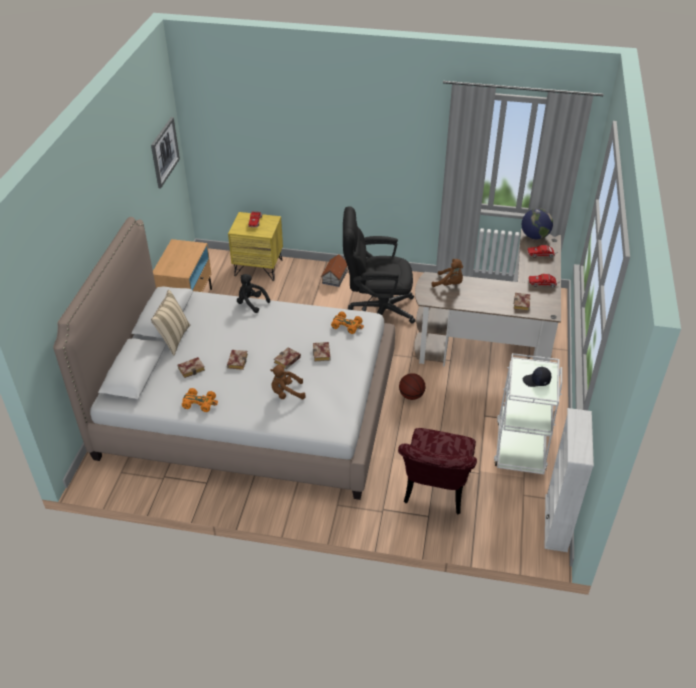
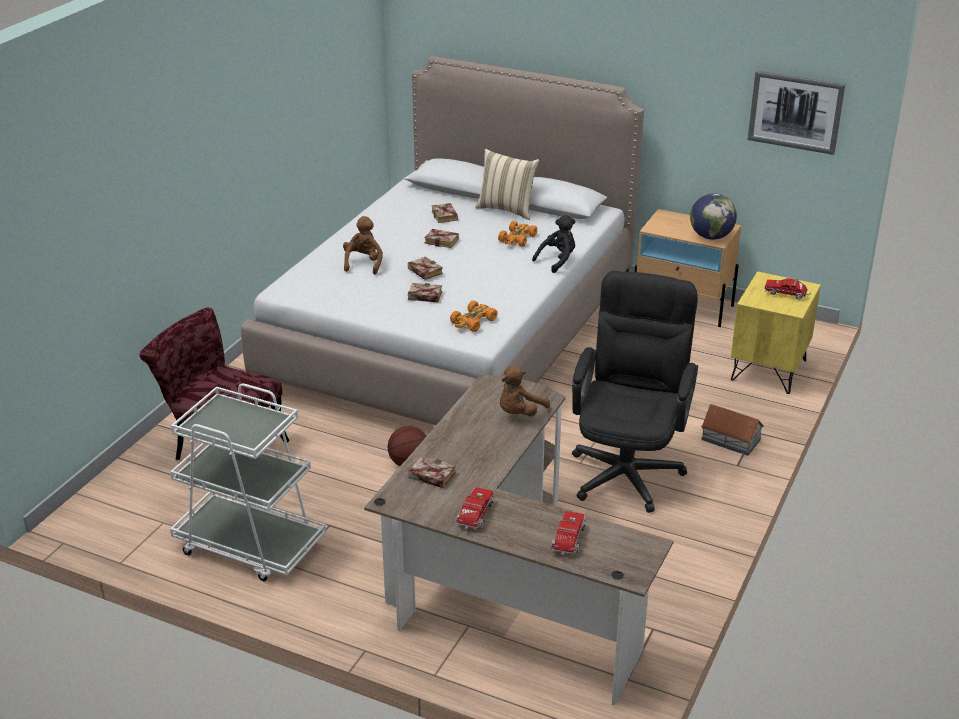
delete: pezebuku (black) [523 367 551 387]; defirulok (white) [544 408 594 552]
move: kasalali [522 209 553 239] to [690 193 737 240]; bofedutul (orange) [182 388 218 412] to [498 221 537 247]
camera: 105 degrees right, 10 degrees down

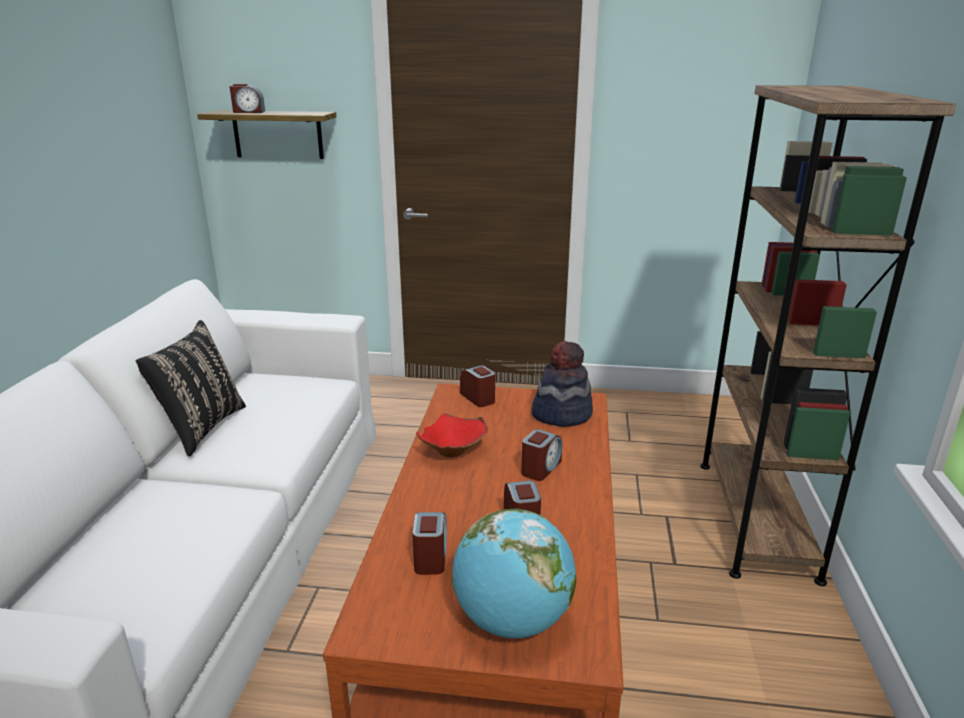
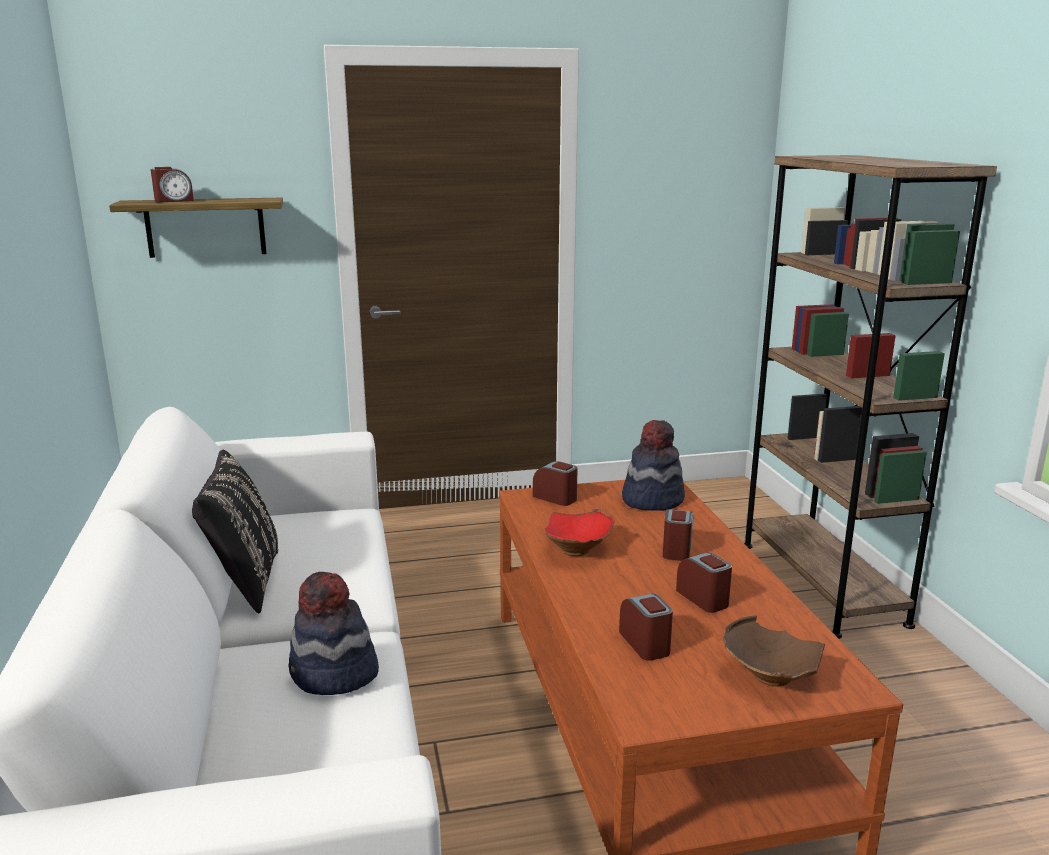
insert: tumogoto [289 572 379 695]
replace: kasalali [452 509 576 639] to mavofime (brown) [723 615 825 687]
camera: 20 degrees left, 5 degrees down

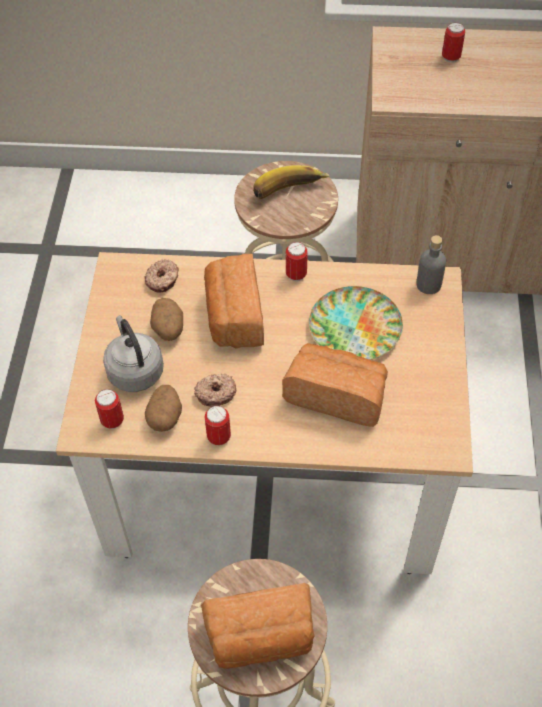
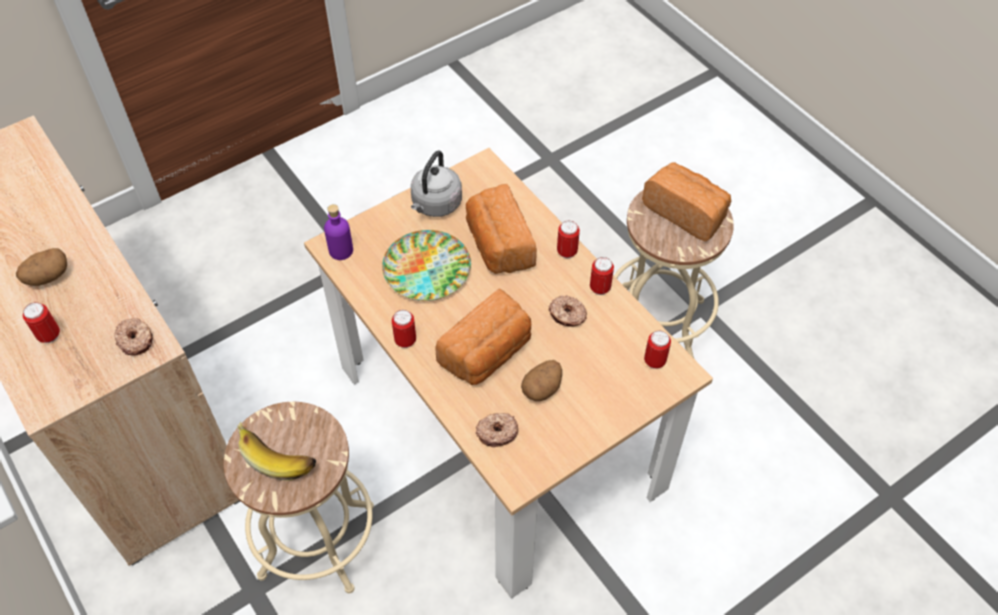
insert: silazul [557 221 580 258]; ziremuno [115 318 153 356]
move: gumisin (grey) [103 315 164 392] to [411 150 462 217]; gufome [145 385 182 432] to [16 248 67 286]
recolor: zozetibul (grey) [416 235 446 294] to zozetibul (purple) [324 204 353 260]
camera: 130 degrees left, 0 degrees up

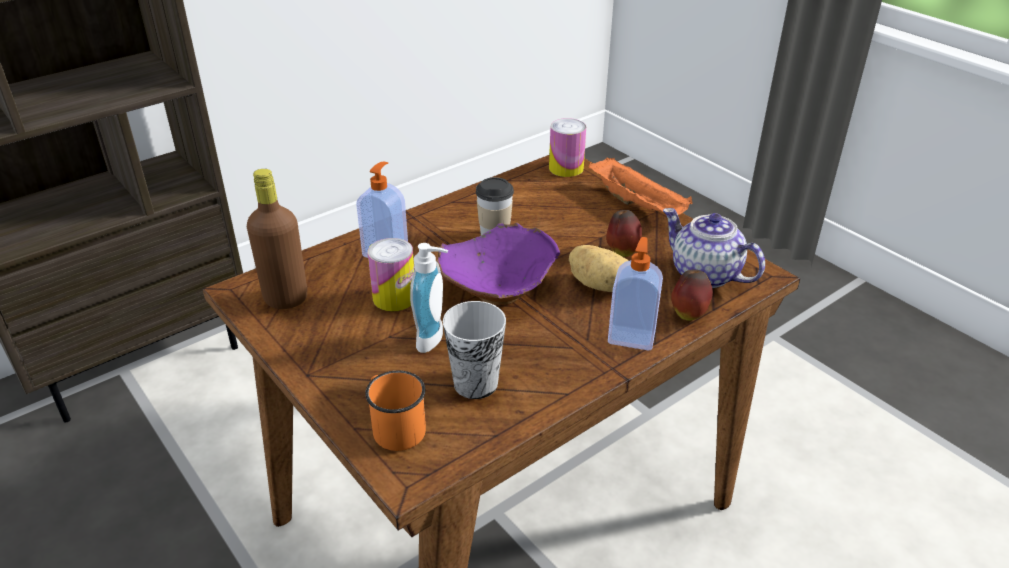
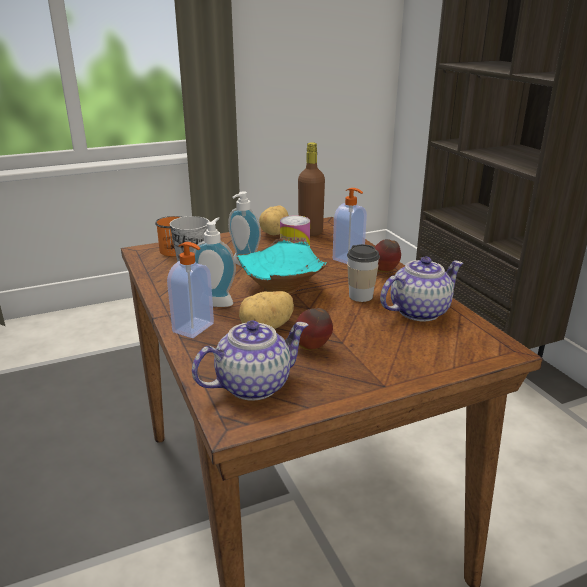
delete: silazul [549 118 586 177]; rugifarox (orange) [589 157 693 215]
insert: gufome [259 205 289 235]; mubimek [193 218 236 307]; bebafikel [380 257 463 321]
move: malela [671 270 713 321] to [375 239 401 272]
recolor: mavofime (purple) [436 223 560 305] to mavofime (turquoise) [236 238 327 294]
camera: 105 degrees right, 10 degrees down

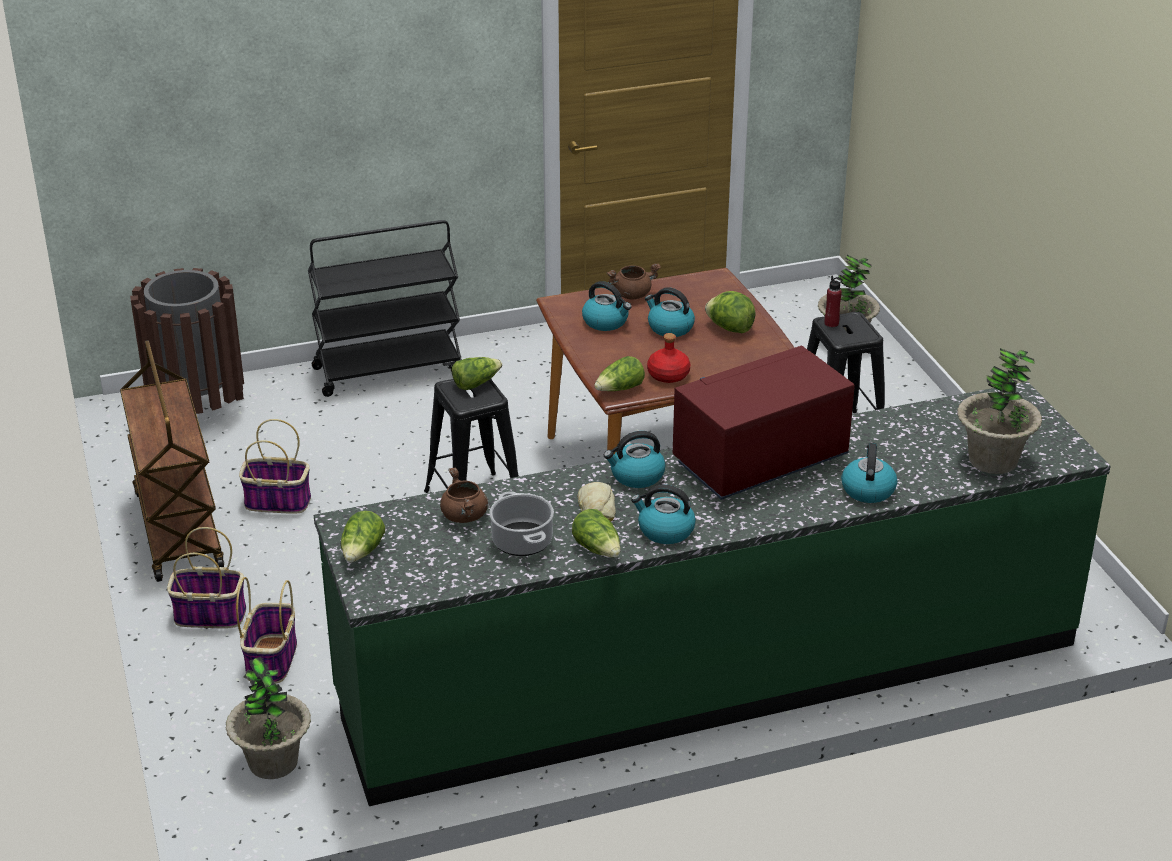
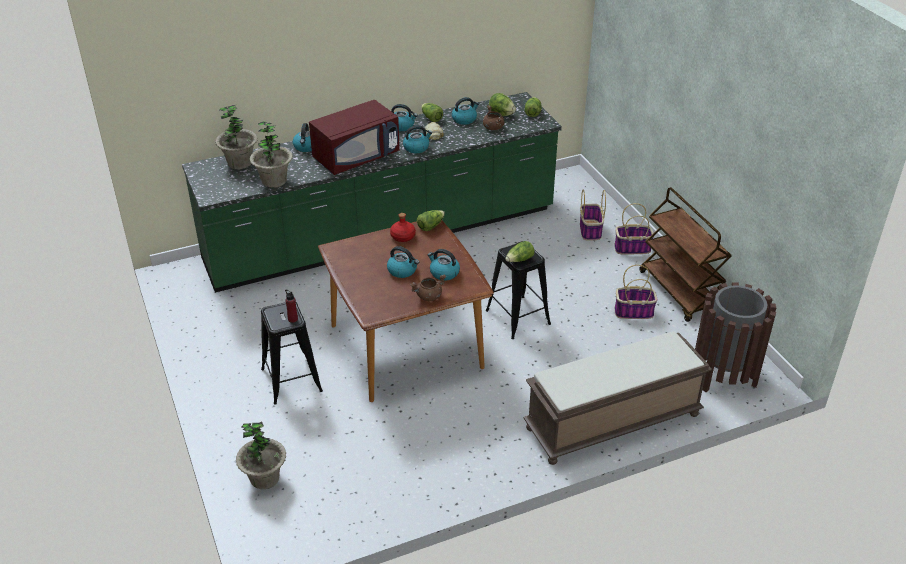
move: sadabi [705 291 756 333] to [489 93 516 116]; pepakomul [226 657 311 779] to [250 121 293 188]
replace: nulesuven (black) [308 220 462 397] to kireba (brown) [523 331 712 465]; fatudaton [489 492 554 556] to gumisin [452 97 479 125]
camera: 175 degrees right, 5 degrees up

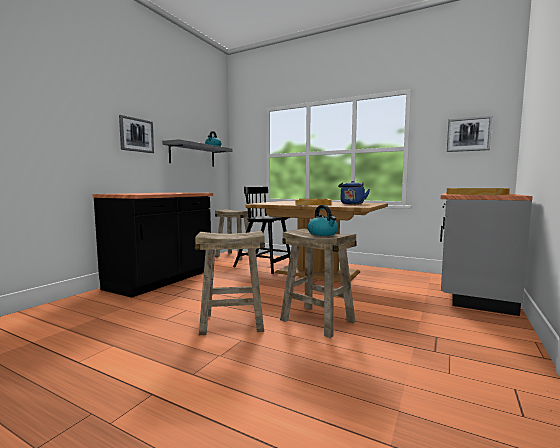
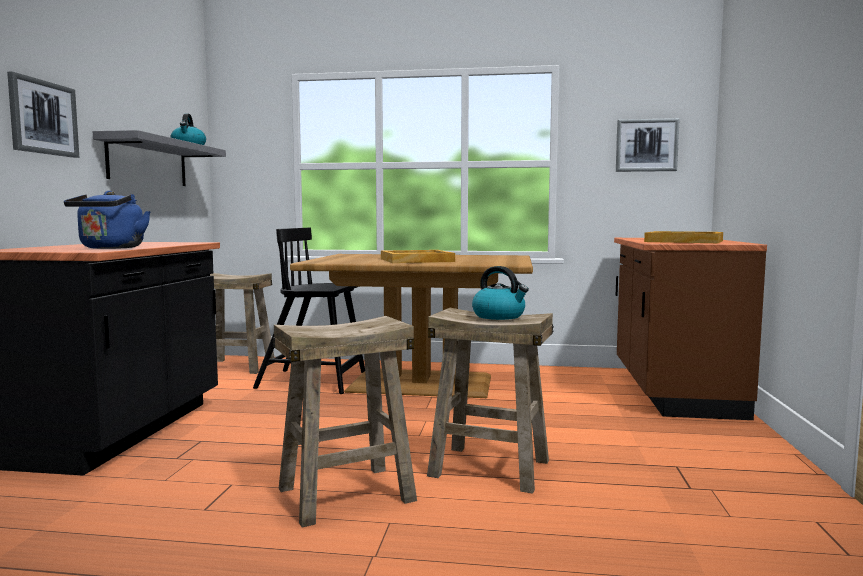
move: gumisin (blue) [338 181 370 204] to [64 191 151 249]
recolor: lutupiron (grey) [440 193 533 316] to lutupiron (brown) [614 238 767 420]
camera: 20 degrees left, 0 degrees up

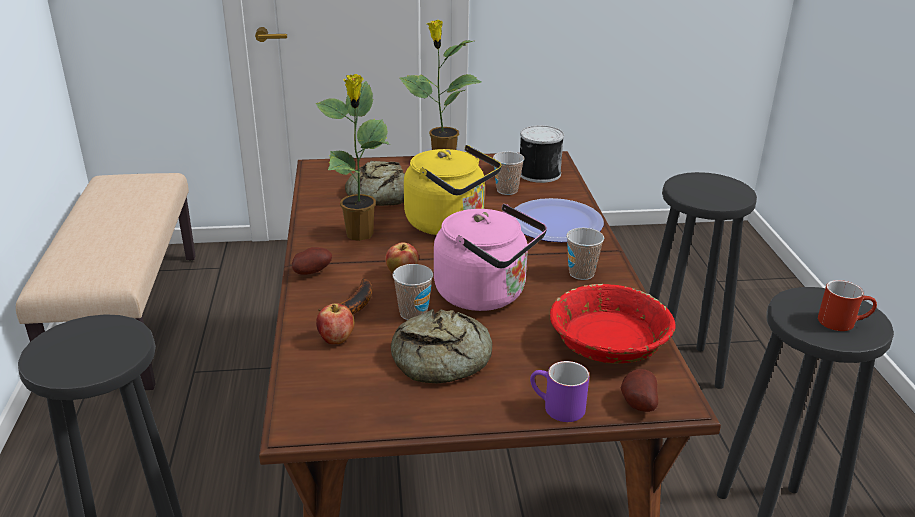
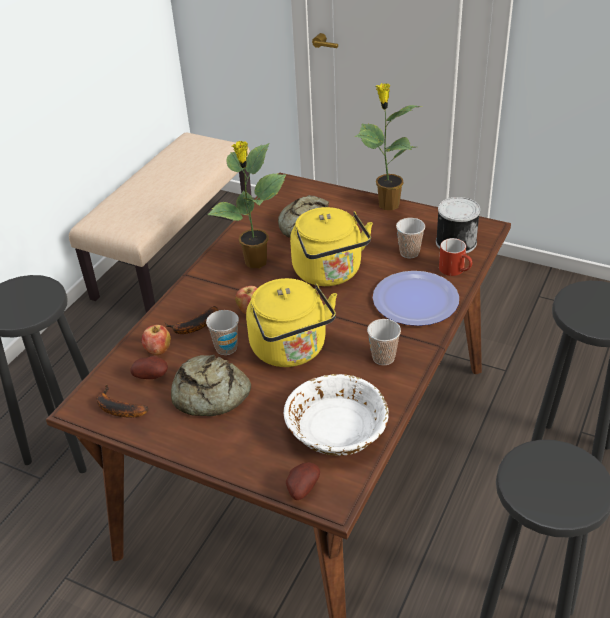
delete: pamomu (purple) [530 361 589 422]
insert: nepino [97 385 148 418]
move: gufome [292 247 332 275] to [130 356 168 379]; pamomu (red) [818 280 877 331] to [439 238 472 276]
recolor: gumisin (pink) [434 204 547 311] to gumisin (yellow) [246 278 337 367]; mavofime (red) [550 284 676 364] to mavofime (white) [284 374 389 456]
camera: 35 degrees right, 10 degrees up

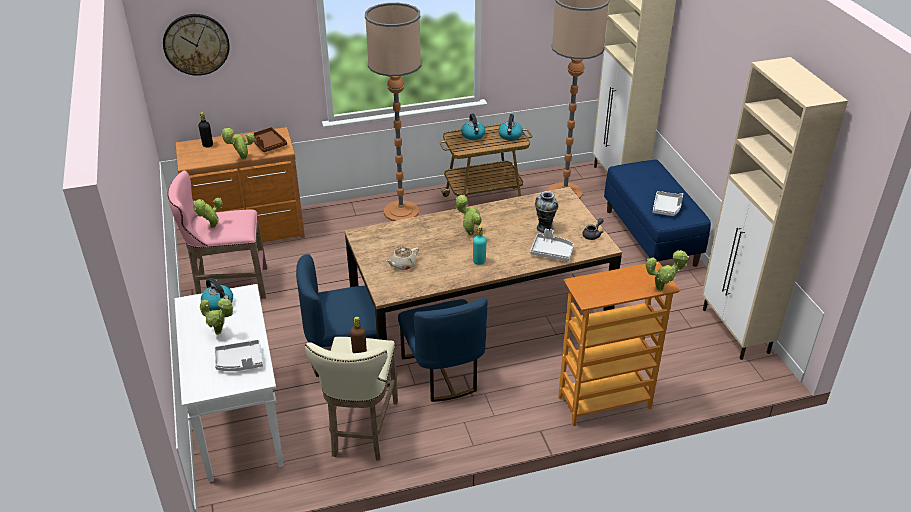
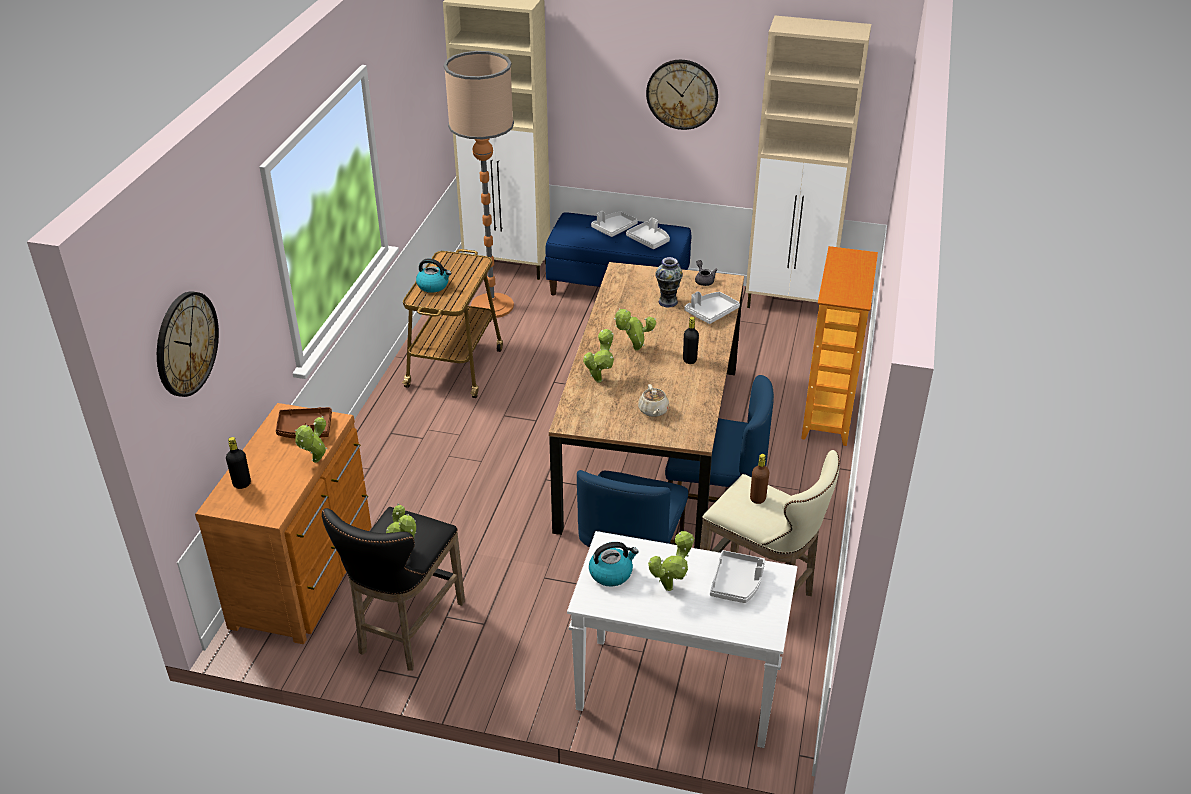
delete: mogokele [365 3 422 221]; gumisin [498 114 523 141]
insert: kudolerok [646 60 718 130]; rugifarox (grey) [591 211 638 237]
move: pepakomul [646 250 689 292] to [583 329 614 382]
recolor: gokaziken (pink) [167 171 267 299] to gokaziken (black) [322 507 465 671]; zozetibul (turquoise) [473 226 487 265] to zozetibul (black) [683 317 699 364]
camera: 60 degrees left, 0 degrees up

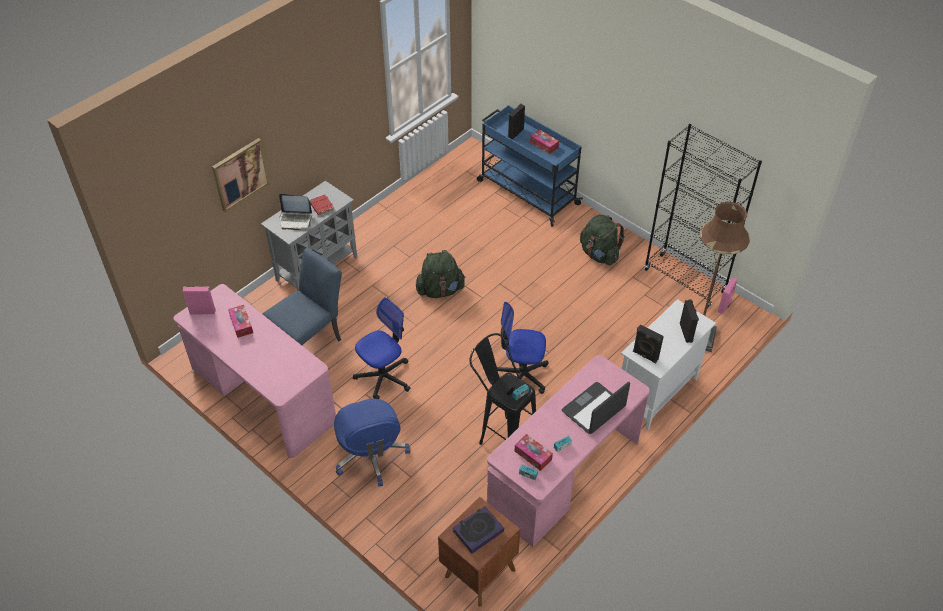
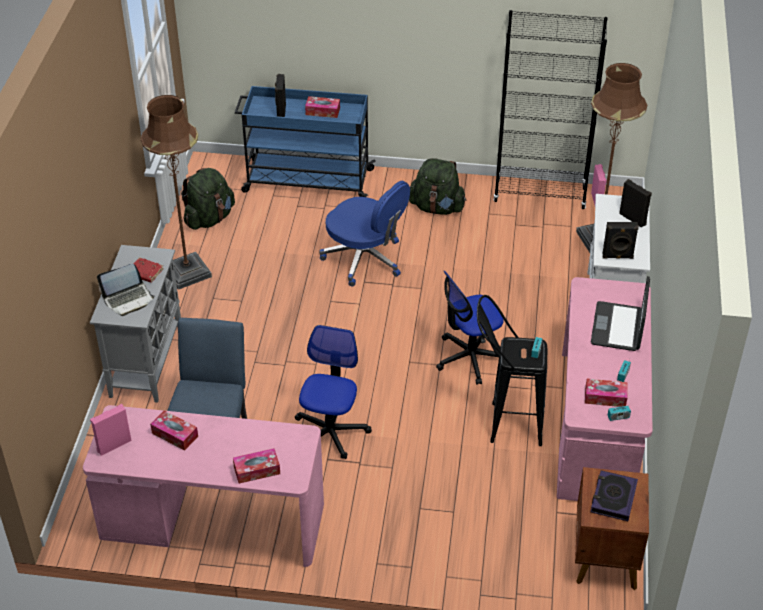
delete: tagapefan [212 138 270 212]
insert: mogokele (brown) [141 95 212 290]; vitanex [233 448 280 484]
move: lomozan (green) [416 250 466 298] to [181 168 235 230]; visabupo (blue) [334 399 410 487] to [319 181 410 286]
camera: 35 degrees left, 5 degrees down

